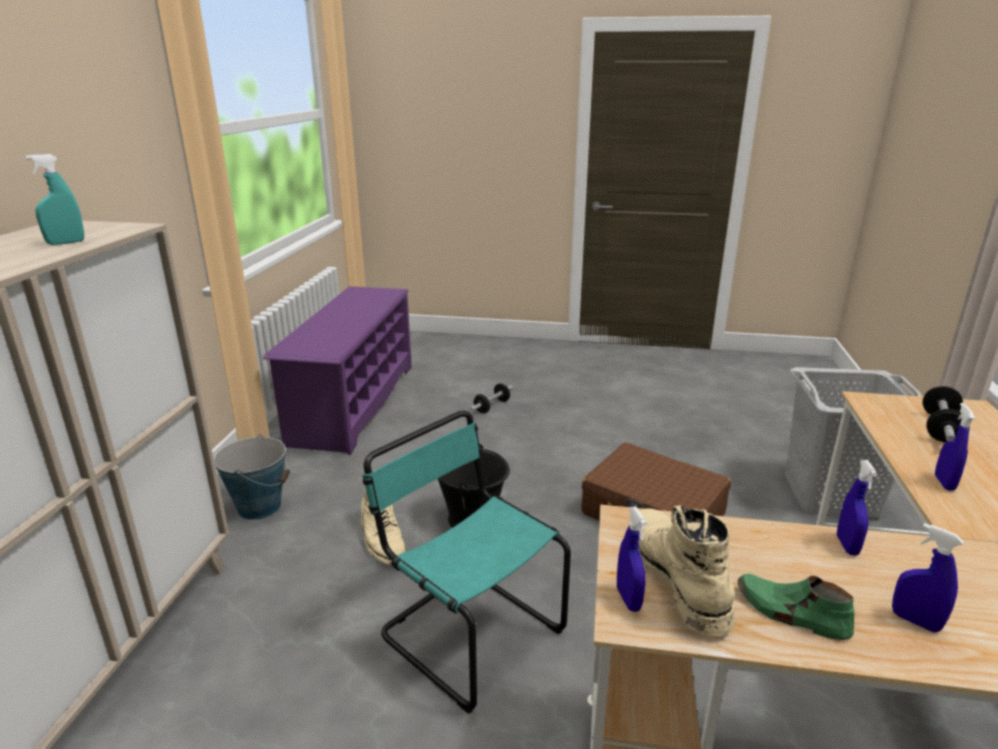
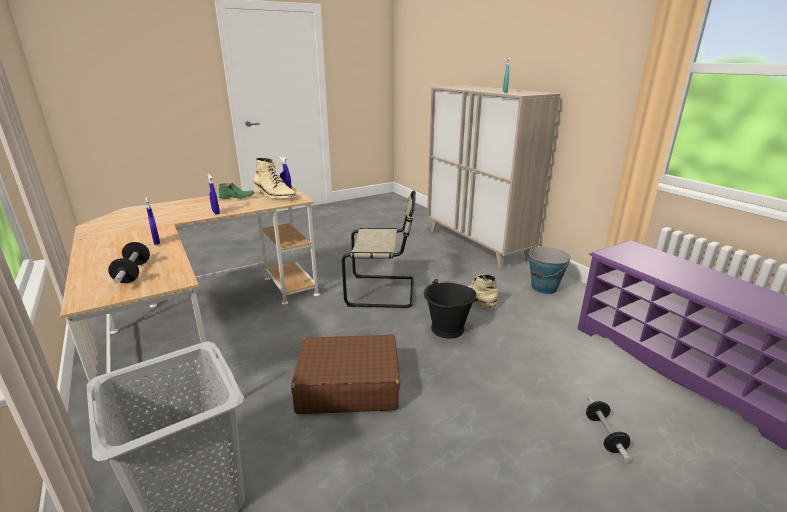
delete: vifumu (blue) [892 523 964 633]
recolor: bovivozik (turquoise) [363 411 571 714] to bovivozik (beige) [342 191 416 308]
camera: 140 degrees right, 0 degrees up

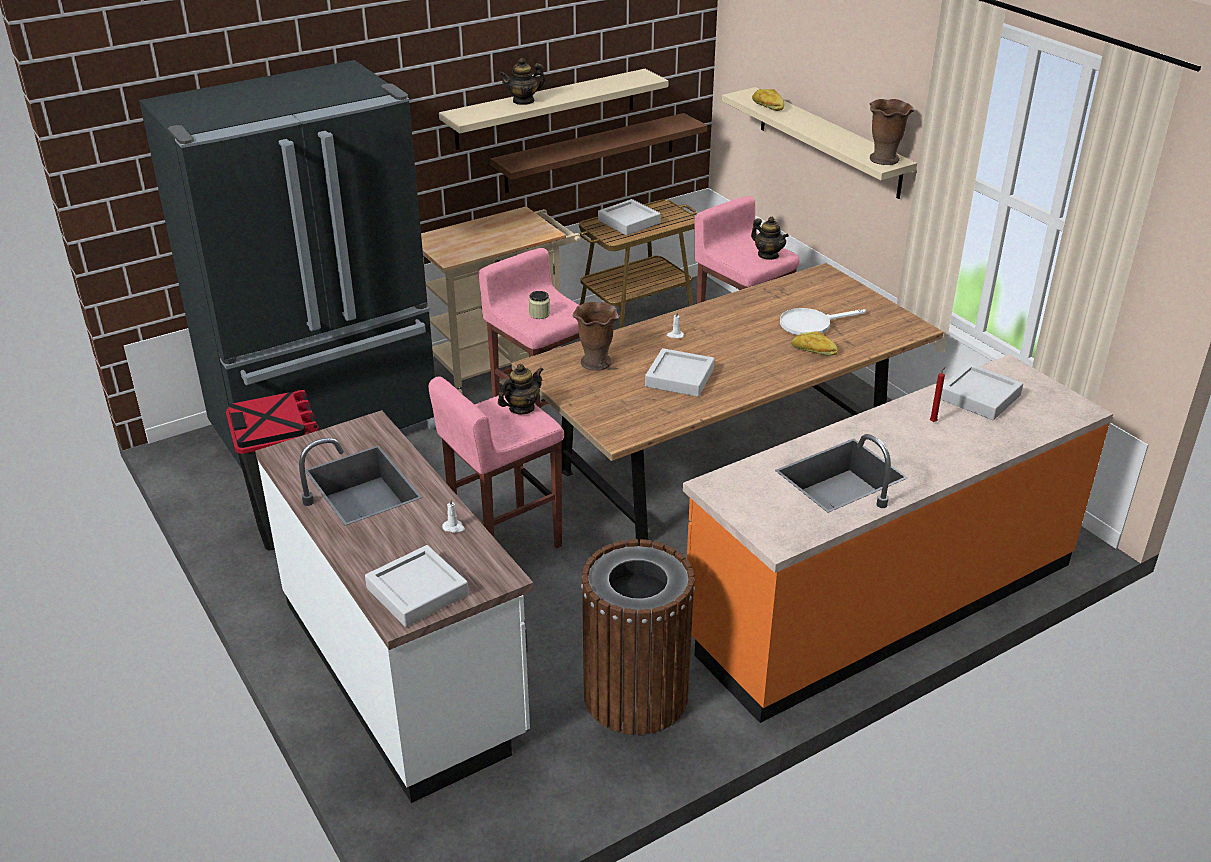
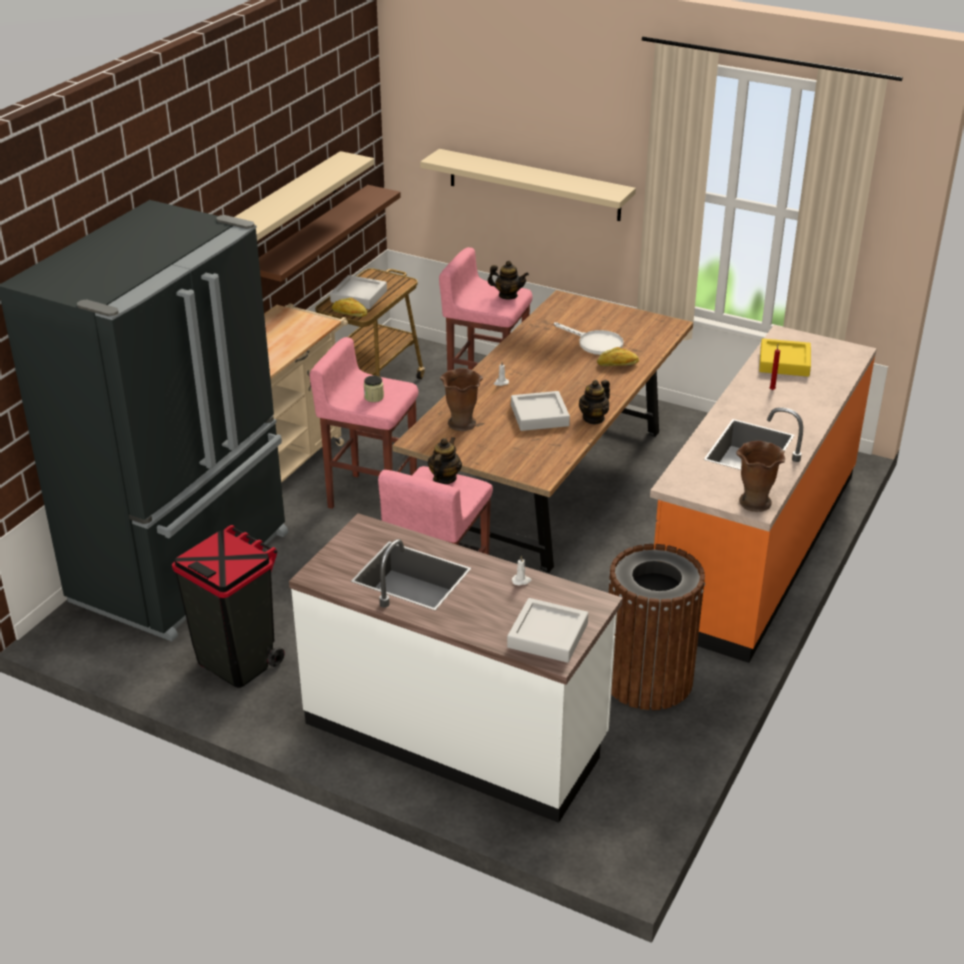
move: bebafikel [500 58 546 105] to [579 380 610 425]; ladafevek [752 89 784 111] to [332 298 367 317]; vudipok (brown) [870 99 914 165] to [736 441 785 512]
recolor: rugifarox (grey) [941 363 1023 420] to rugifarox (yellow) [759 339 811 377]
rotate: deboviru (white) [780 308 866 336] = [554 322 624 355] 90 degrees counterclockwise
camera: 30 degrees left, 0 degrees up

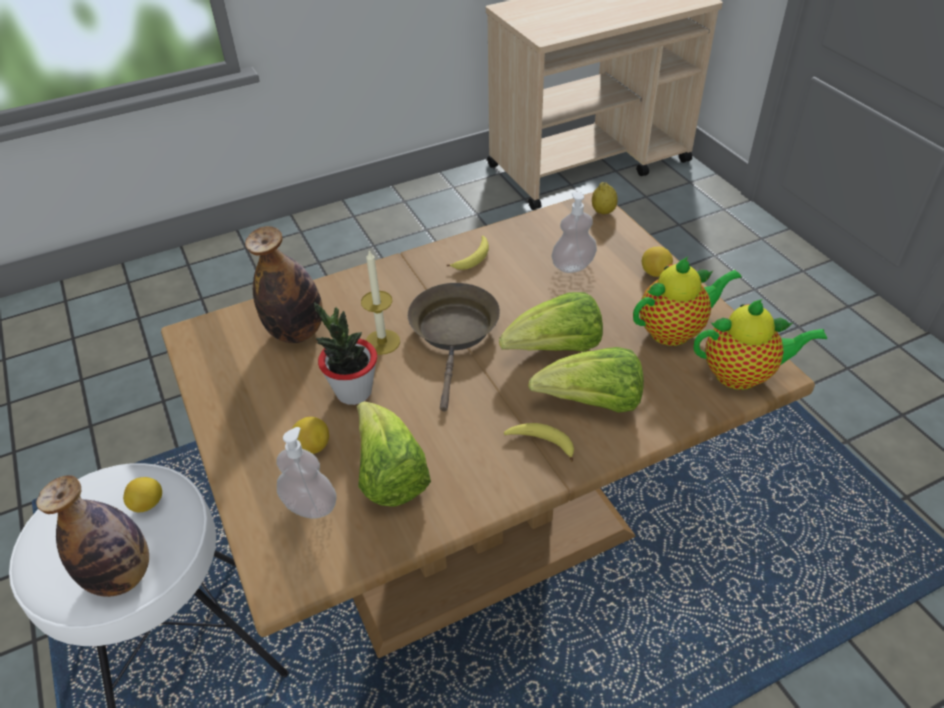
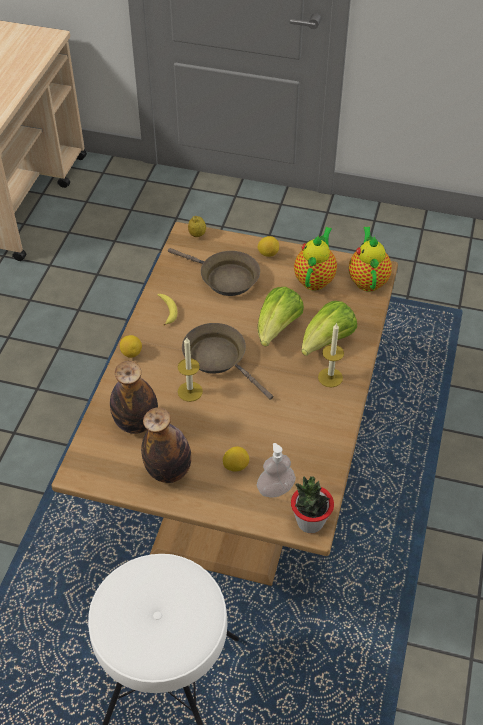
delete: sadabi [357 401 431 506]
move: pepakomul [314 302 377 405] to [291 476 334 533]; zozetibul [36 475 149 597] to [141 407 191 483]; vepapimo [123 477 162 512] to [120 335 142 358]
replace: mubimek [551 192 597 273] to deboviru (brown) [168 248 260 296]; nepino [504 423 574 462] to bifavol [318 323 344 388]
rotate: bebafikel [693 299 827 390] = [349 227 392 292] 45 degrees counterclockwise
camera: 50 degrees left, 5 degrees up

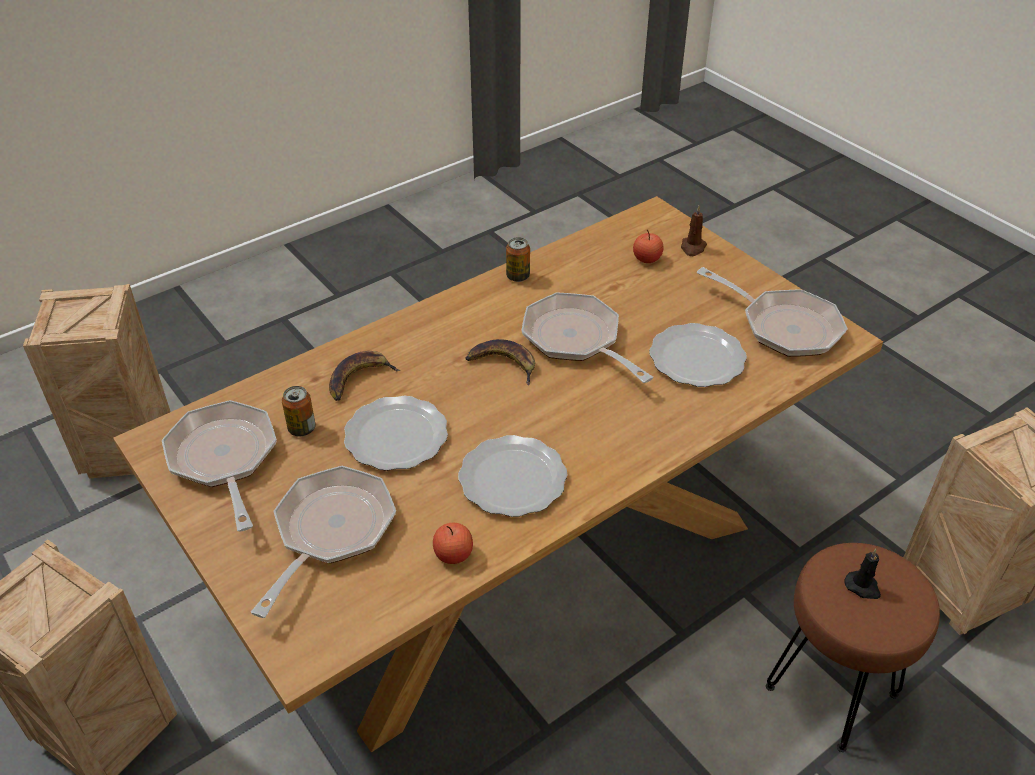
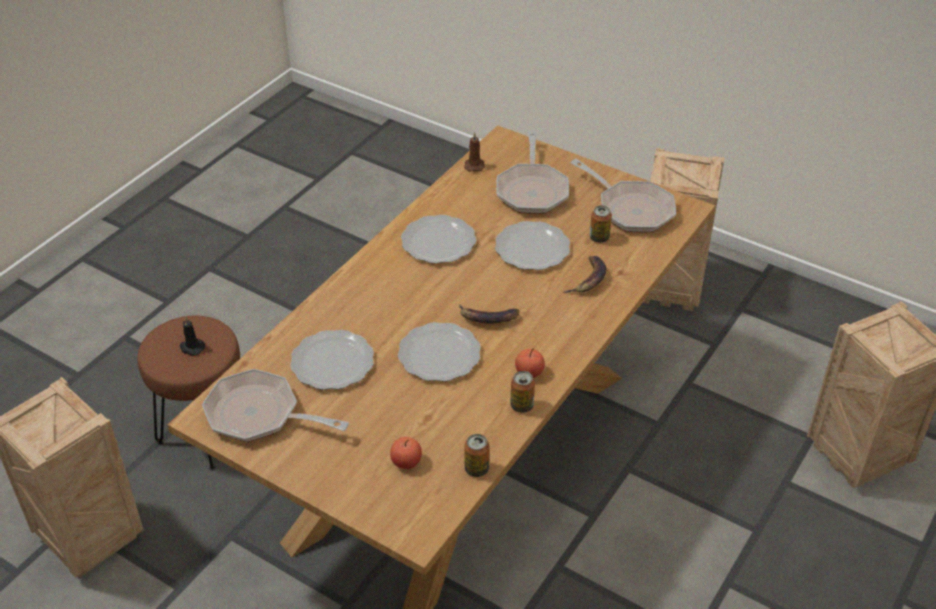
insert: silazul [465 434 490 477]
move: bifavol (brown) [681 205 707 256] to [464 132 485 172]; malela [433 523 473 564] to [515 348 545 378]
replace: deboviru [522 292 653 383] to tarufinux [398 322 481 382]
camera: 160 degrees right, 0 degrees up

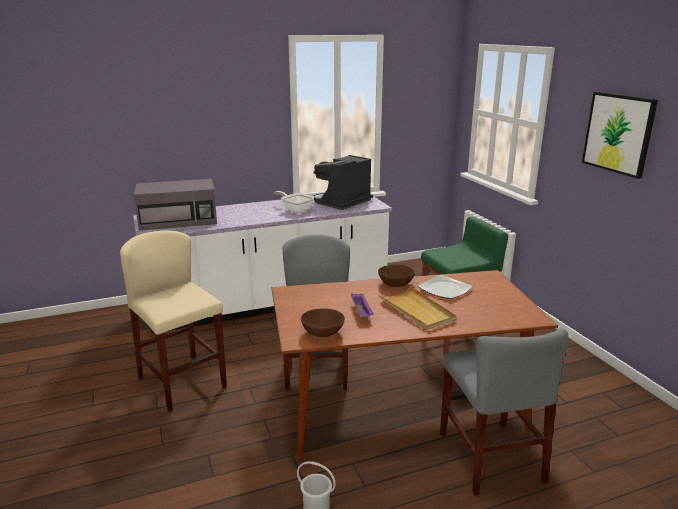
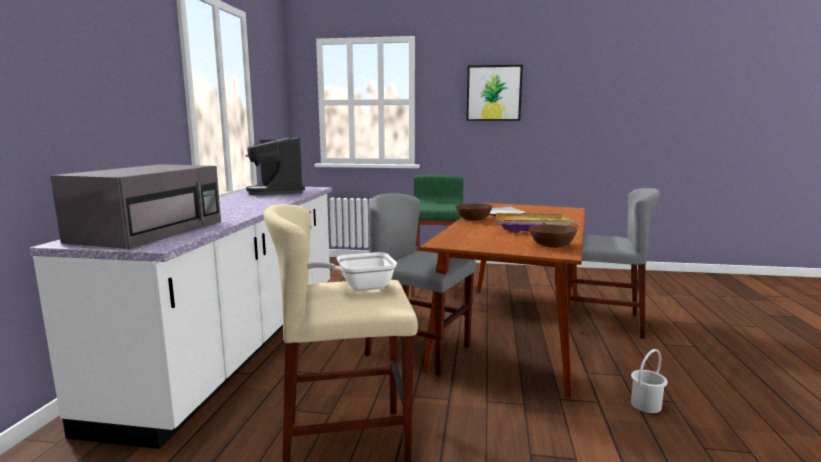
move: deboviru [274 191 314 213] to [307 252 397 291]
camera: 60 degrees left, 10 degrees down

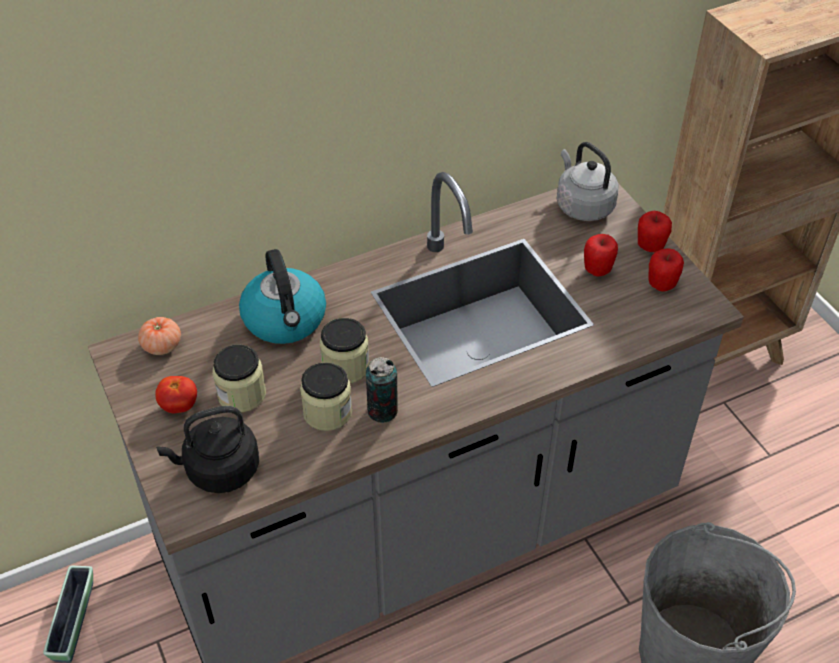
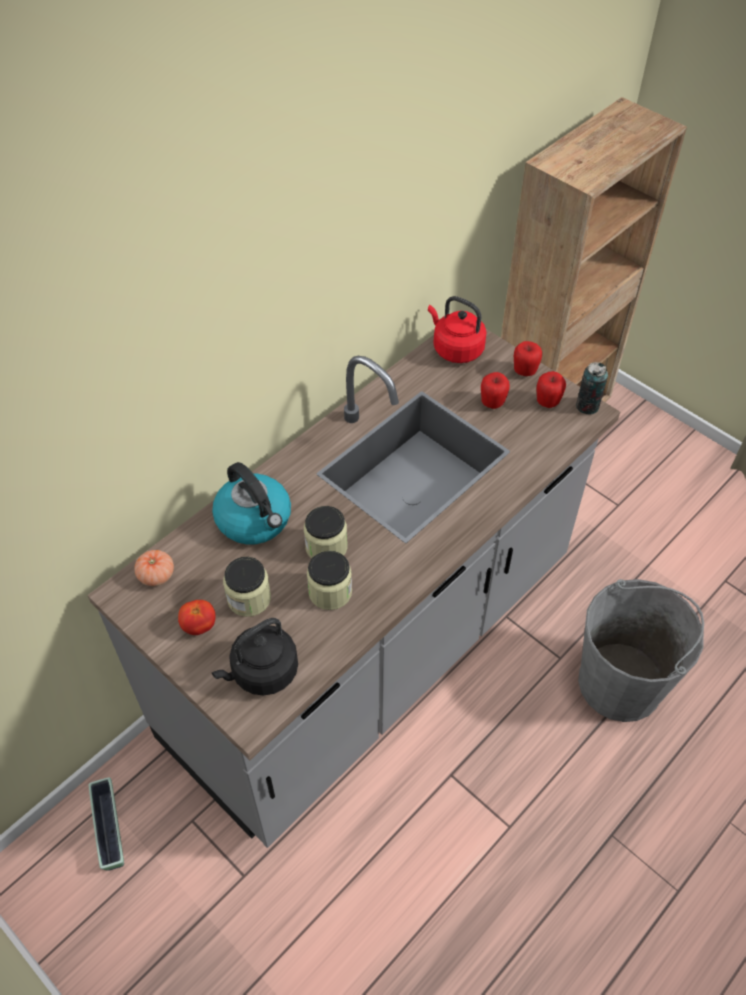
move: silazul [366 357 398 423] to [576 362 608 415]
recolor: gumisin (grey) [557 142 619 221] to gumisin (red) [428 296 487 363]
camera: 20 degrees left, 5 degrees up

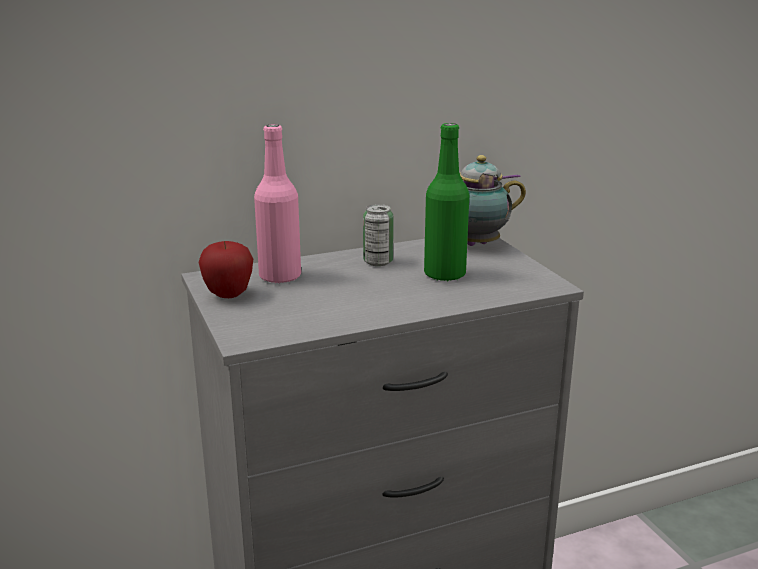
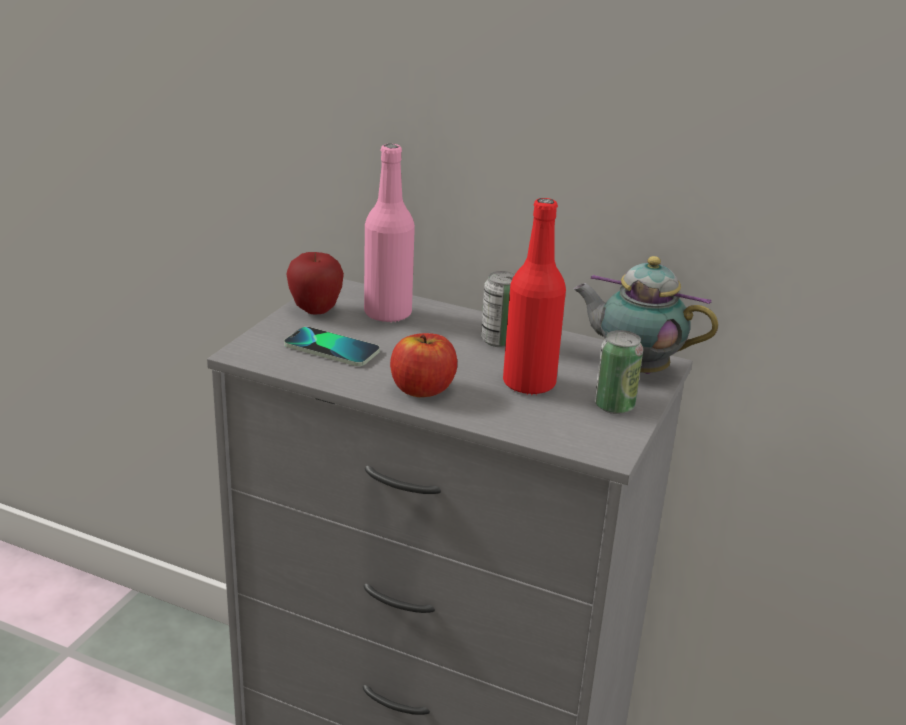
insert: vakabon [284 327 380 366]; silazul [595 330 643 414]; malela [390 333 457 397]
recolor: zozetibul (green) [424 123 469 282] to zozetibul (red) [503 198 566 395]
camera: 45 degrees right, 5 degrees up

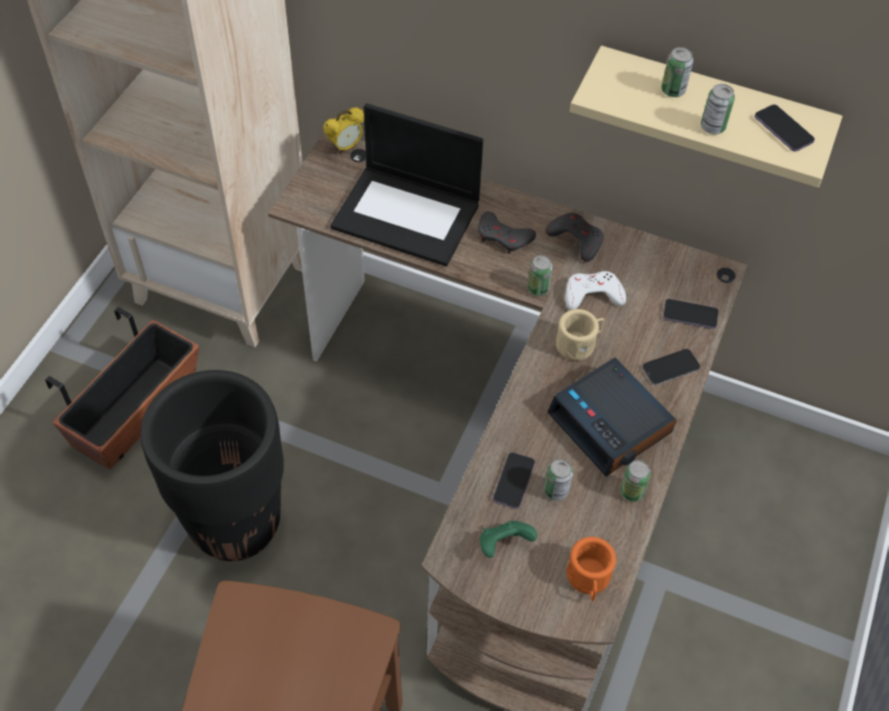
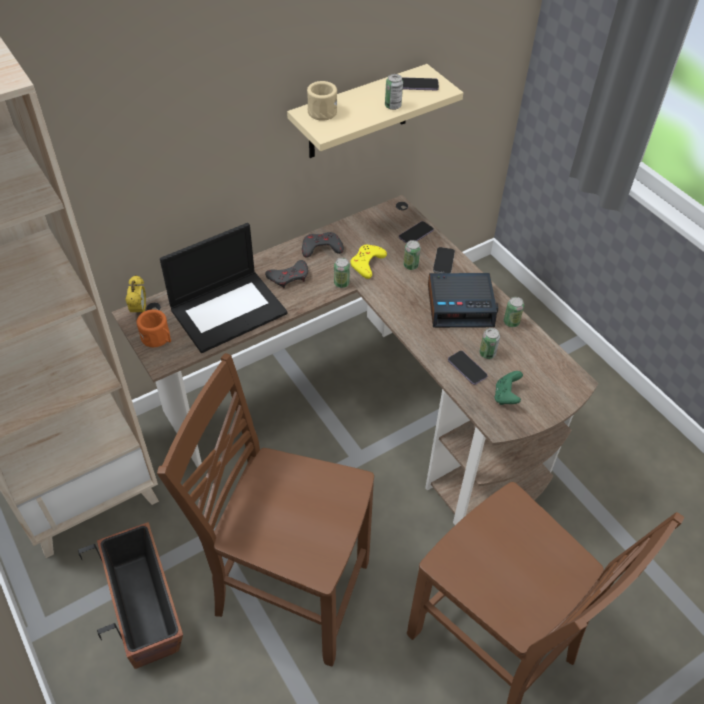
move: silazul [661 47 693 97] to [403 240 421 270]; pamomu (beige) [556 309 604 360] to [307 81 337 121]; pamomu (orange) [567 537 616 601] to [137 309 171 347]
replace: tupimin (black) [141 370 284 561] to bovivozik (brown) [157 353 374 666]
recolor: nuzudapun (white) [565 271 626 310] to nuzudapun (yellow) [350 245 387 279]
camera: 55 degrees left, 5 degrees down

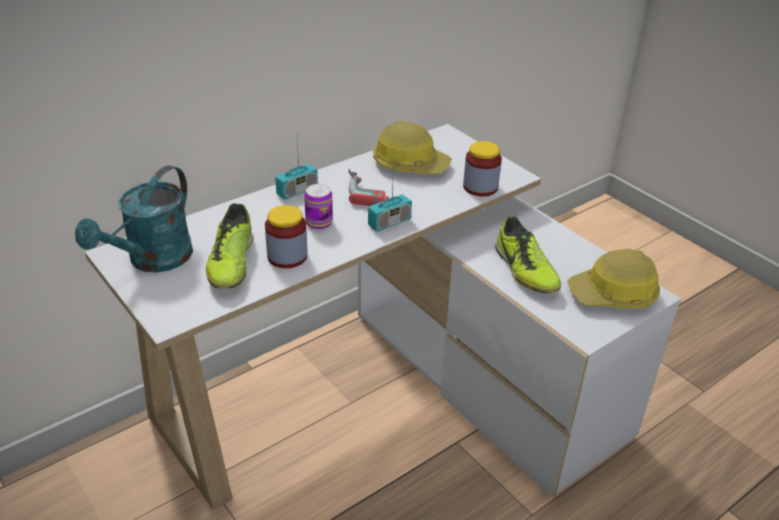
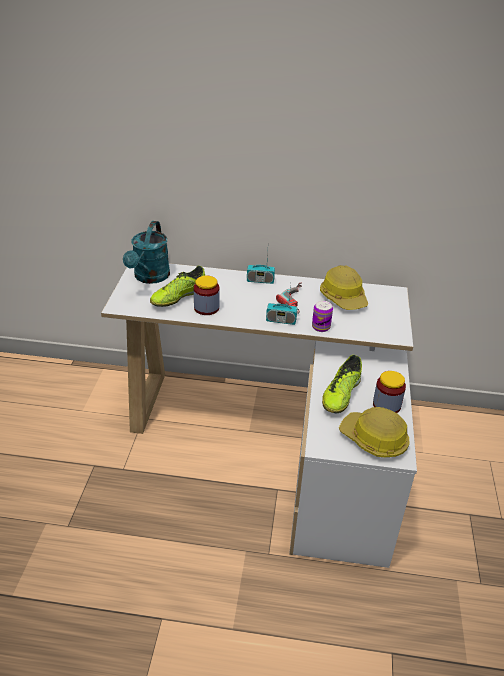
move: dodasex [463 141 502 196] to [373 371 406 413]; silazul [304 184 333 230] to [312 301 333 332]
rotate: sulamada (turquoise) [75 165 193 272] = [123 221 170 284] 60 degrees counterclockwise
camera: 45 degrees right, 0 degrees up

